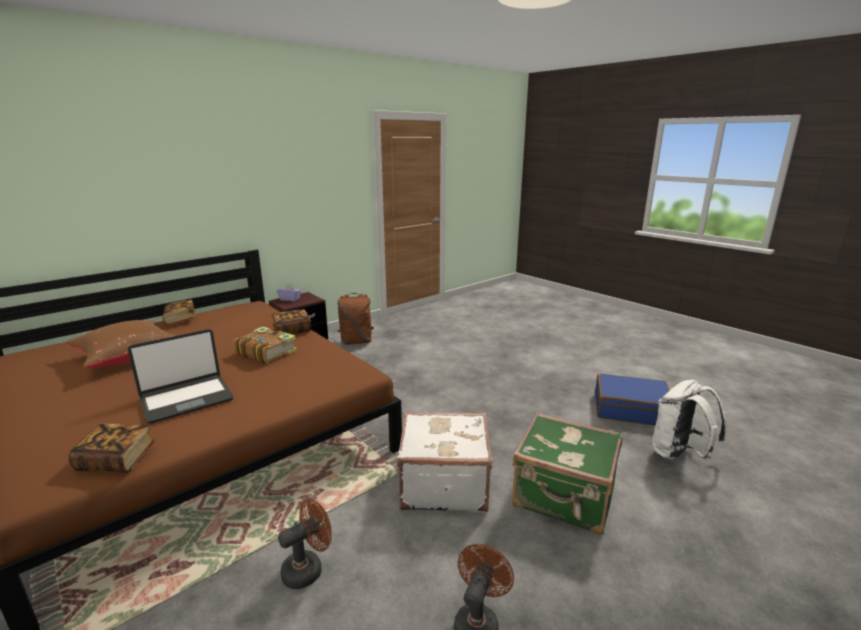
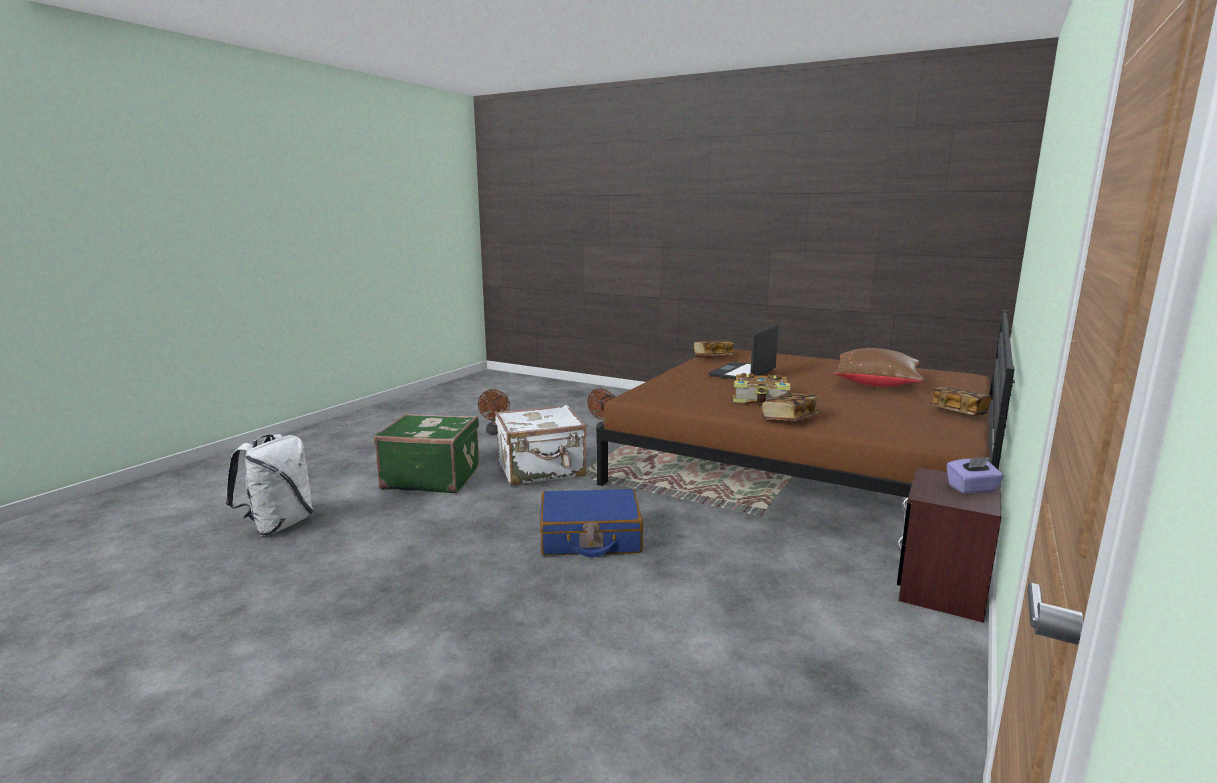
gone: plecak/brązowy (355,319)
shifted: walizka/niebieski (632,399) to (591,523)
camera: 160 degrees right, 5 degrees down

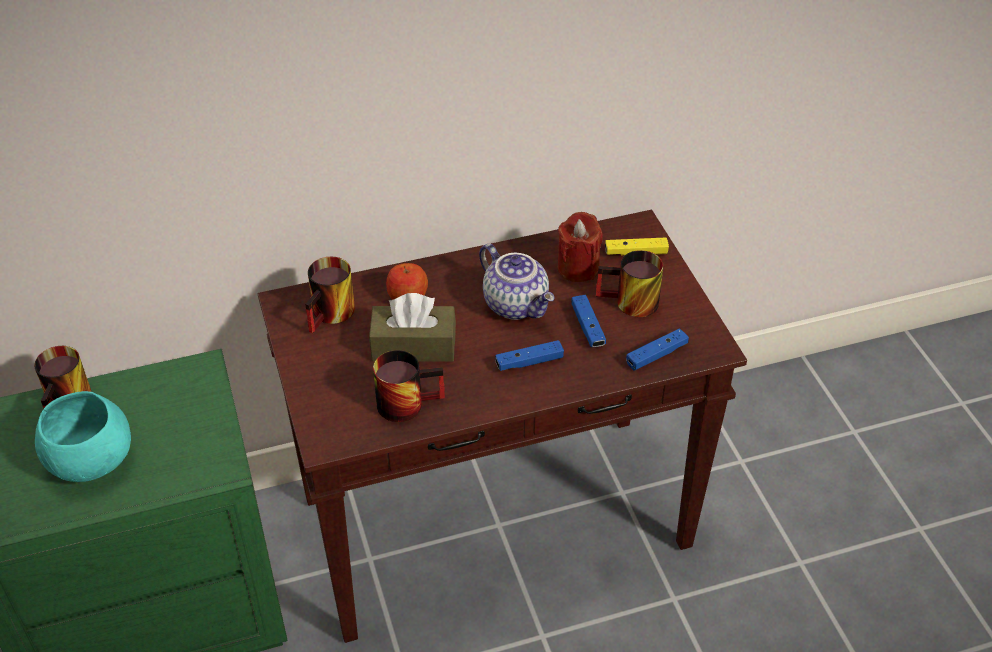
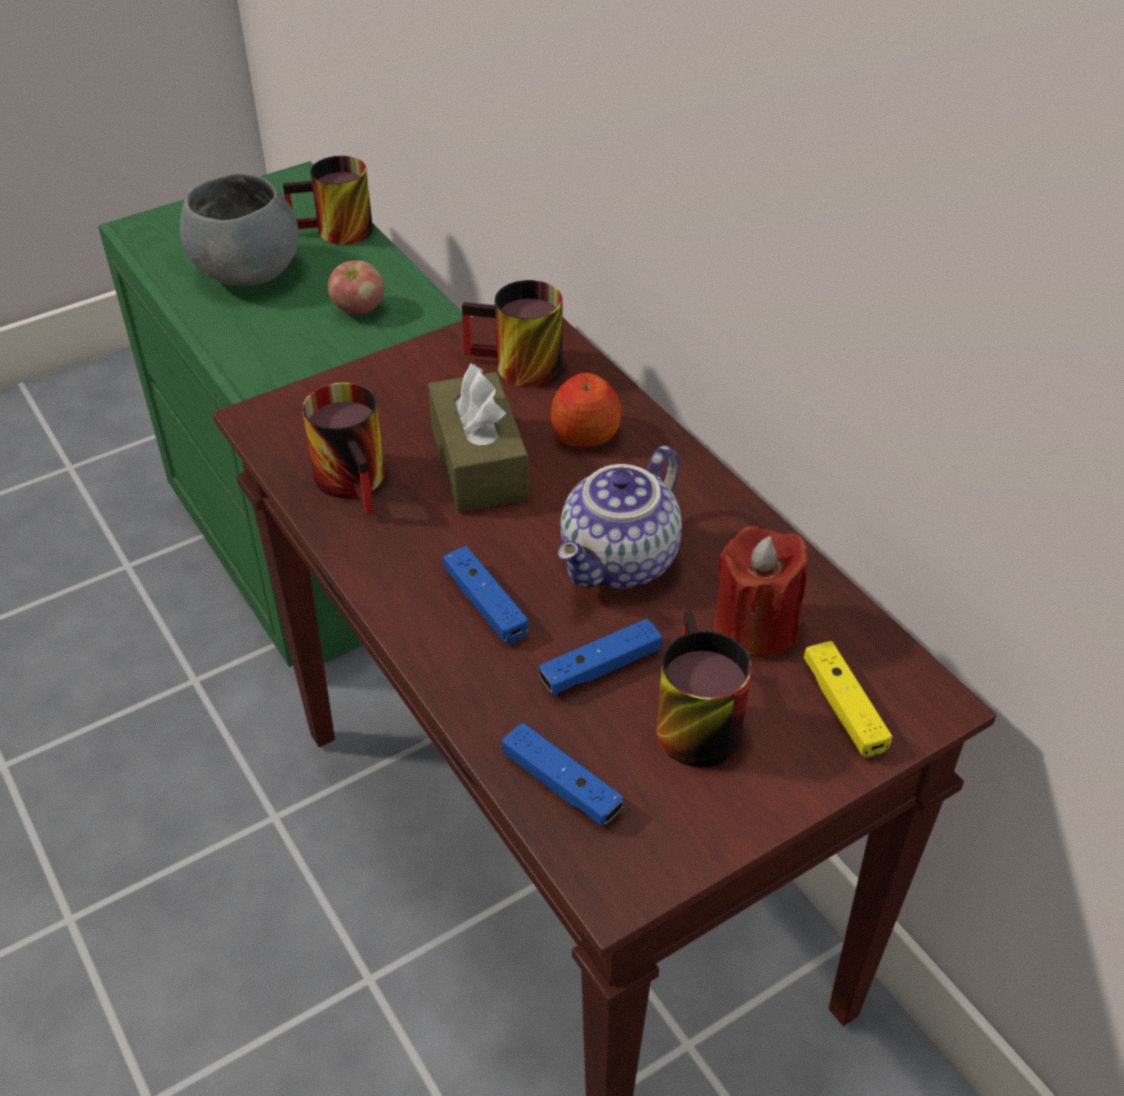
new: jabłko (356,287)
repainted: miska/turkusowy (83,436) to miska/szary (239,229)
camera: 75 degrees right, 0 degrees up

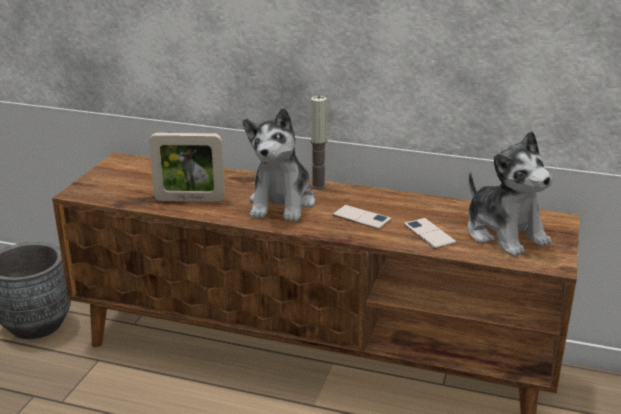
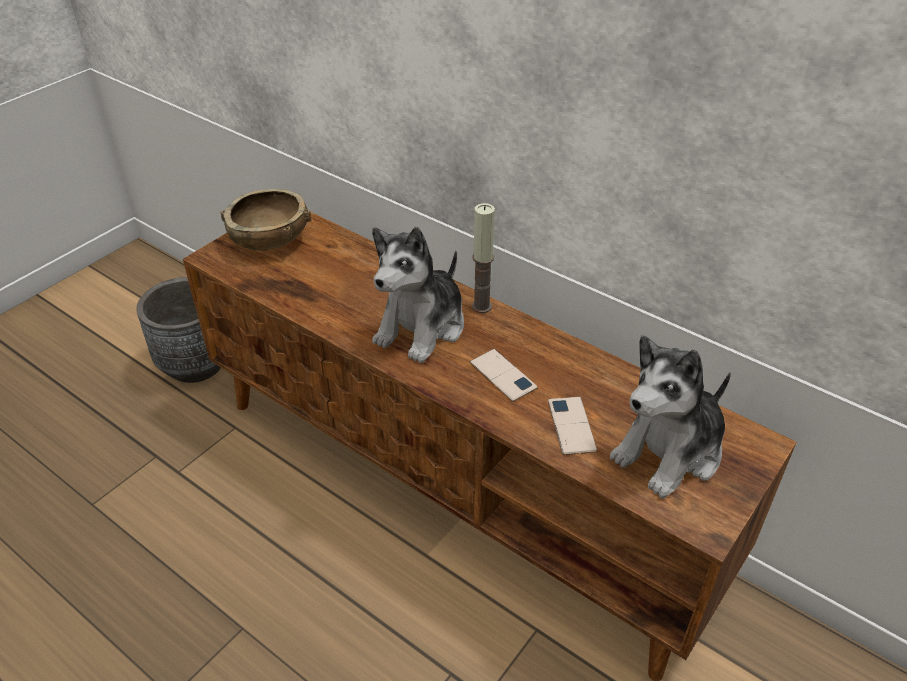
gone: ramka na zdjęcie (187,167)
new: miska/brązowy (265,220)
rotated: pluszak (510,194) = (670,417) 60 degrees clockwise
camera: 20 degrees right, 15 degrees up

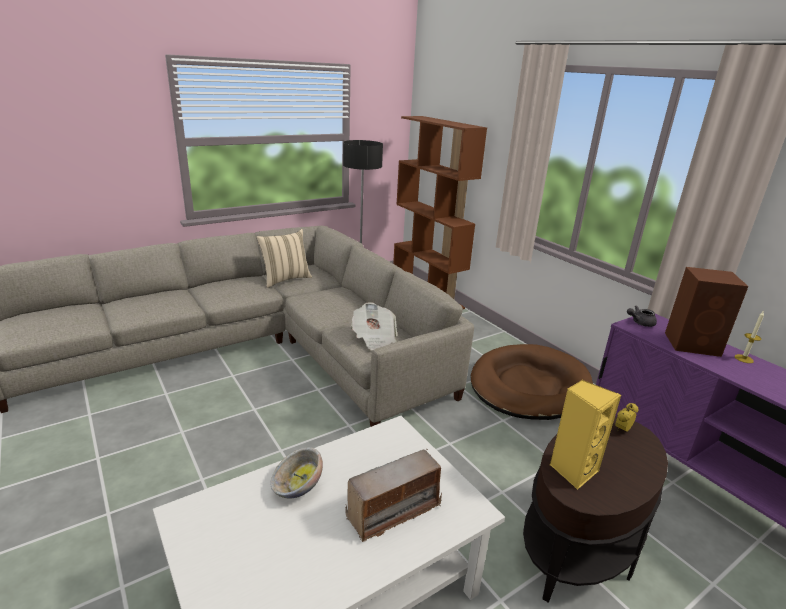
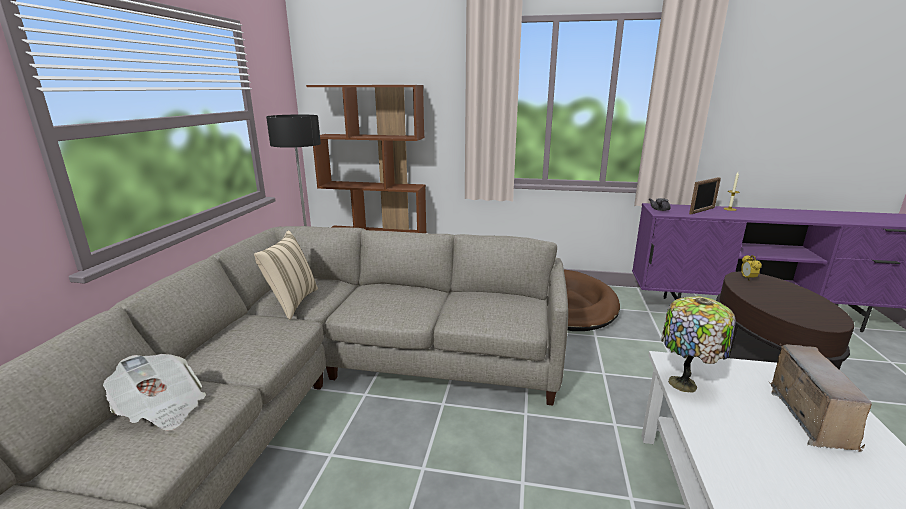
gone: głośnik/żółty (585,434); miska (297,473)
new: lampa stołowa (698,344)
shifted: gazeta (374,326) to (154,392)
swapped: głośnik/brązowy (706,312) to ramka na zdjęcie (705,195)
camera: 45 degrees left, 5 degrees down

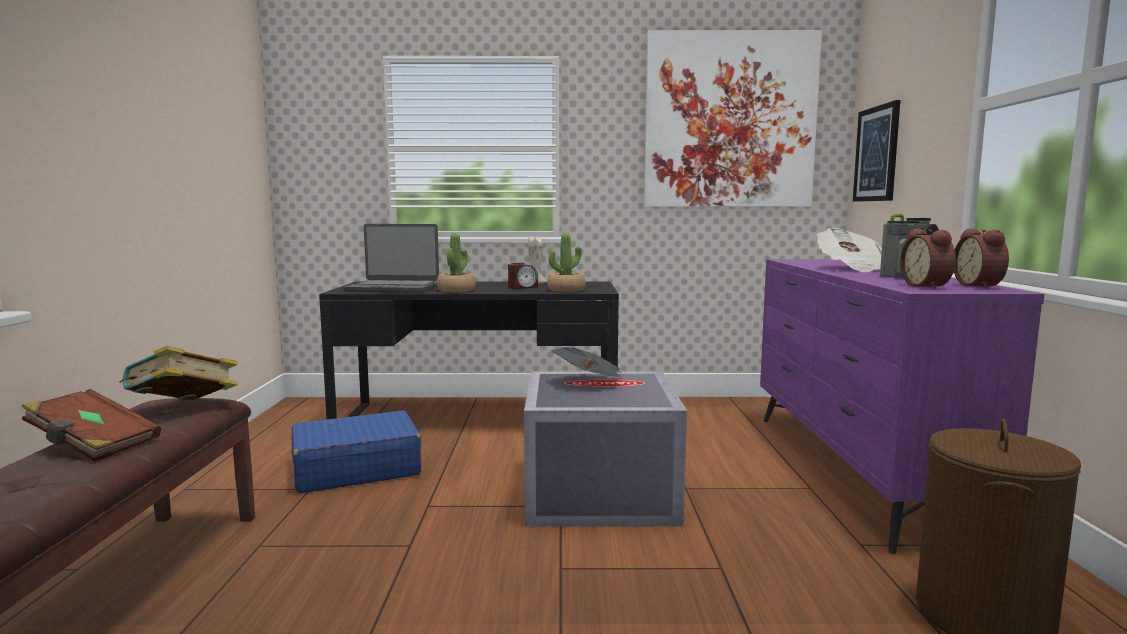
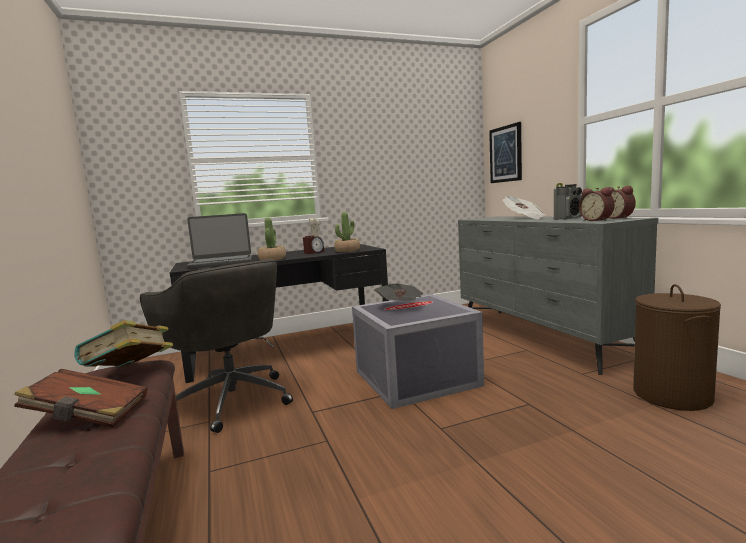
gone: obraz (733,118)
swapped: walizka/niebieski (356,451) to krzesło biurowe/szary (216,346)
repainted: komoda/fioletowy (902,406) to komoda/szary (558,295)
camera: 20 degrees left, 0 degrees up

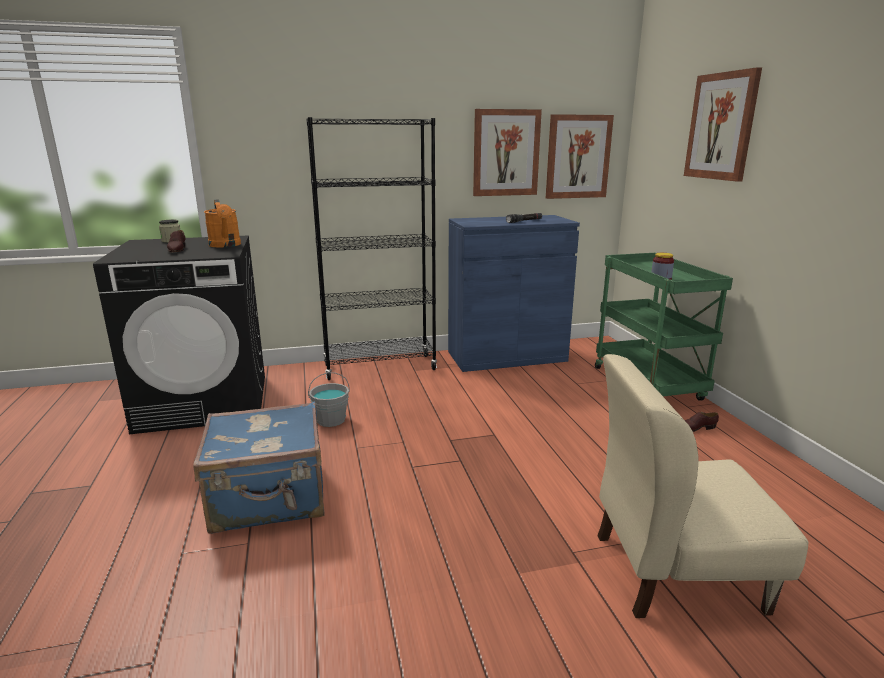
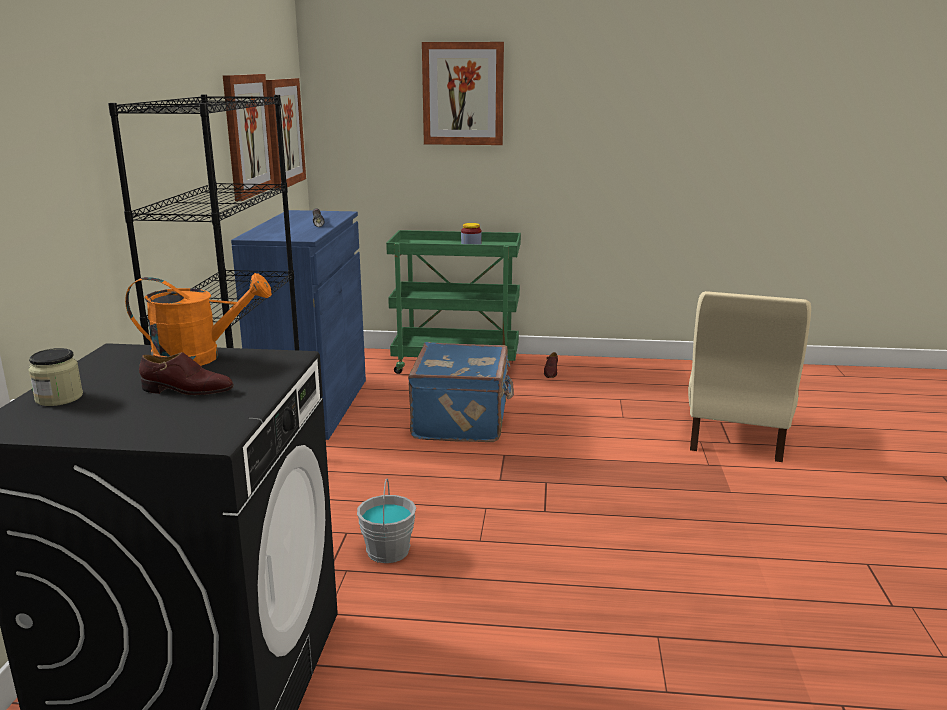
shifted: walizka/niebieski (258,468) to (461,392)
camera: 70 degrees left, 0 degrees up

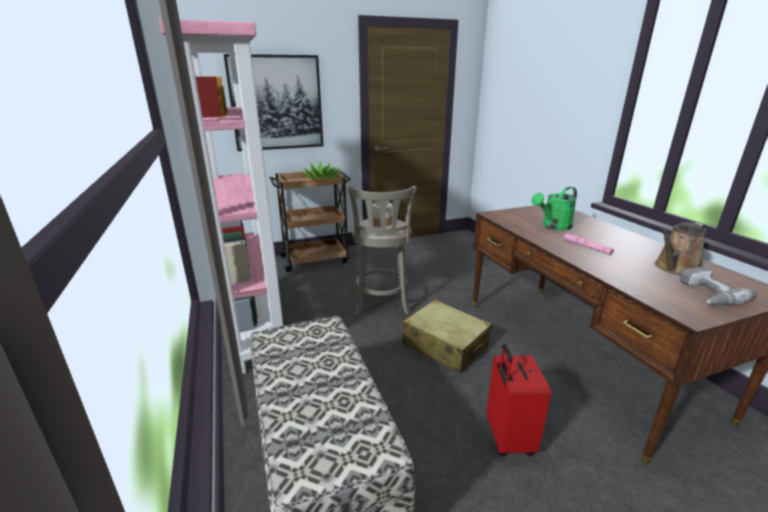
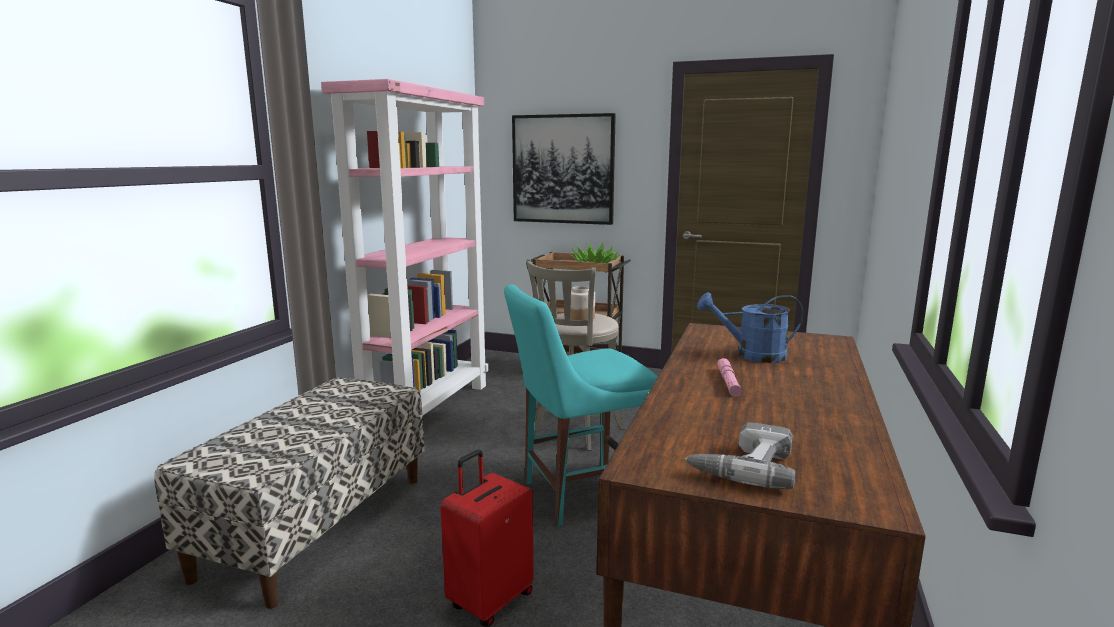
gone: konewka/brązowy (680,248)
swapped: walizka/beżowy (447,336) to krzesło/turkusowy (581,406)
repainted: konewka/zielony (554,208) to konewka/niebieski (750,327)
camera: 40 degrees right, 10 degrees down

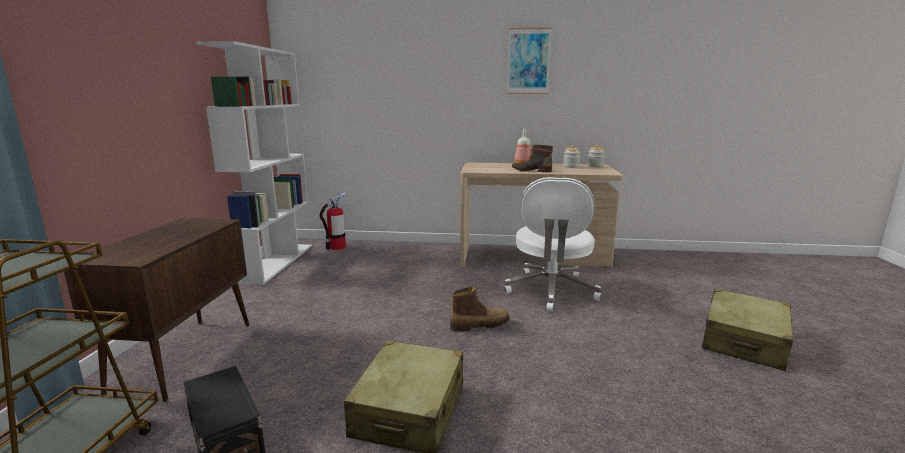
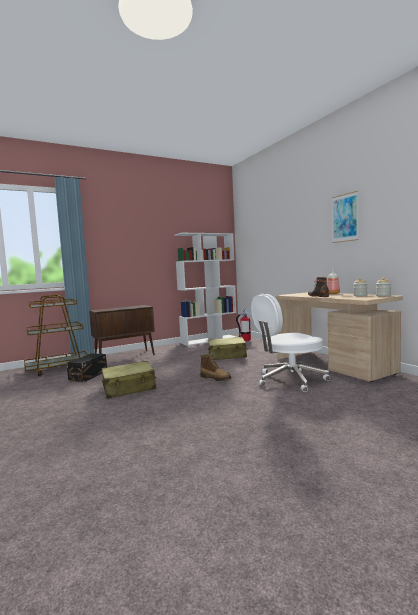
shifted: walizka/beżowy (748,330) to (228,348)
camera: 55 degrees right, 10 degrees down

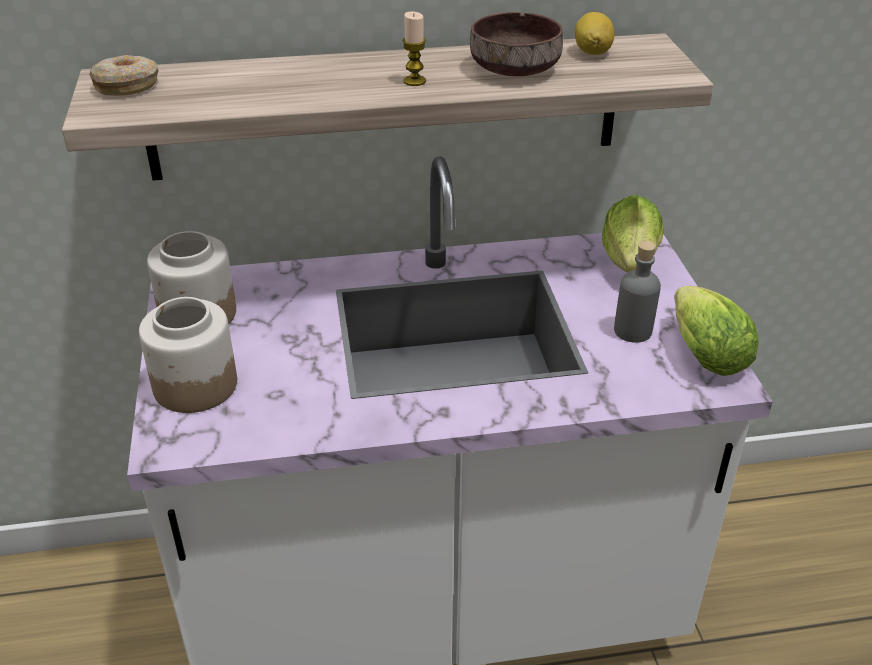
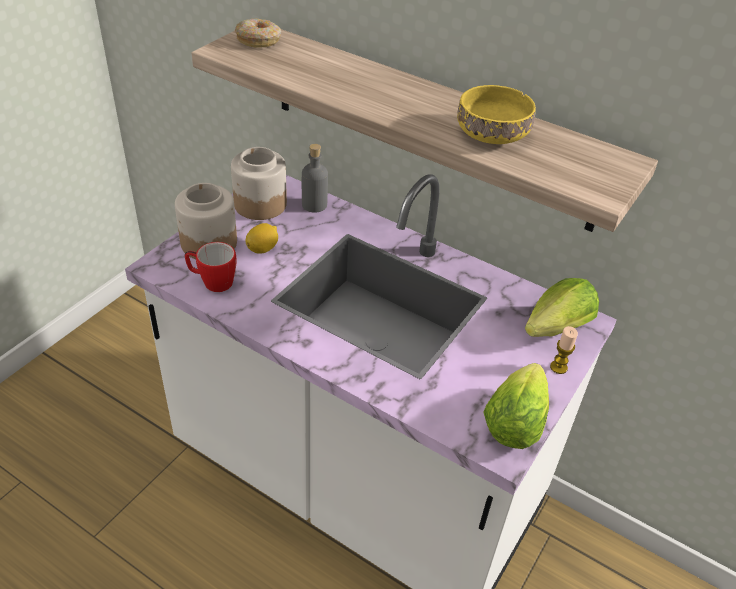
new: kubek (211,267)
shifted: świeca (414,49) to (564,350); cytryna (594,33) to (262,238); butelka/szary (637,292) to (315,178)
repainted: miska/brązowy (516,44) to miska/żółty (496,114)
camera: 40 degrees right, 5 degrees up

